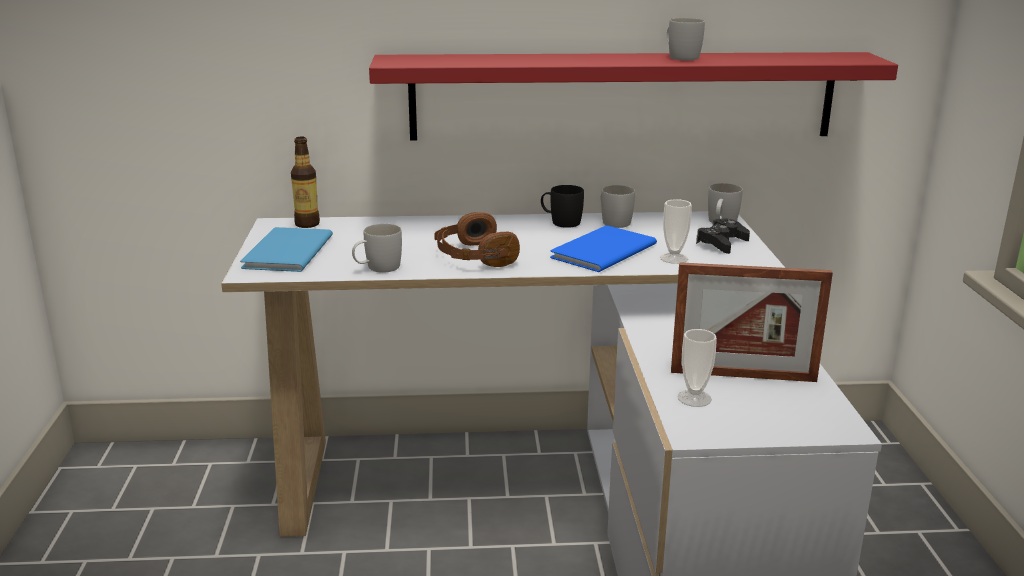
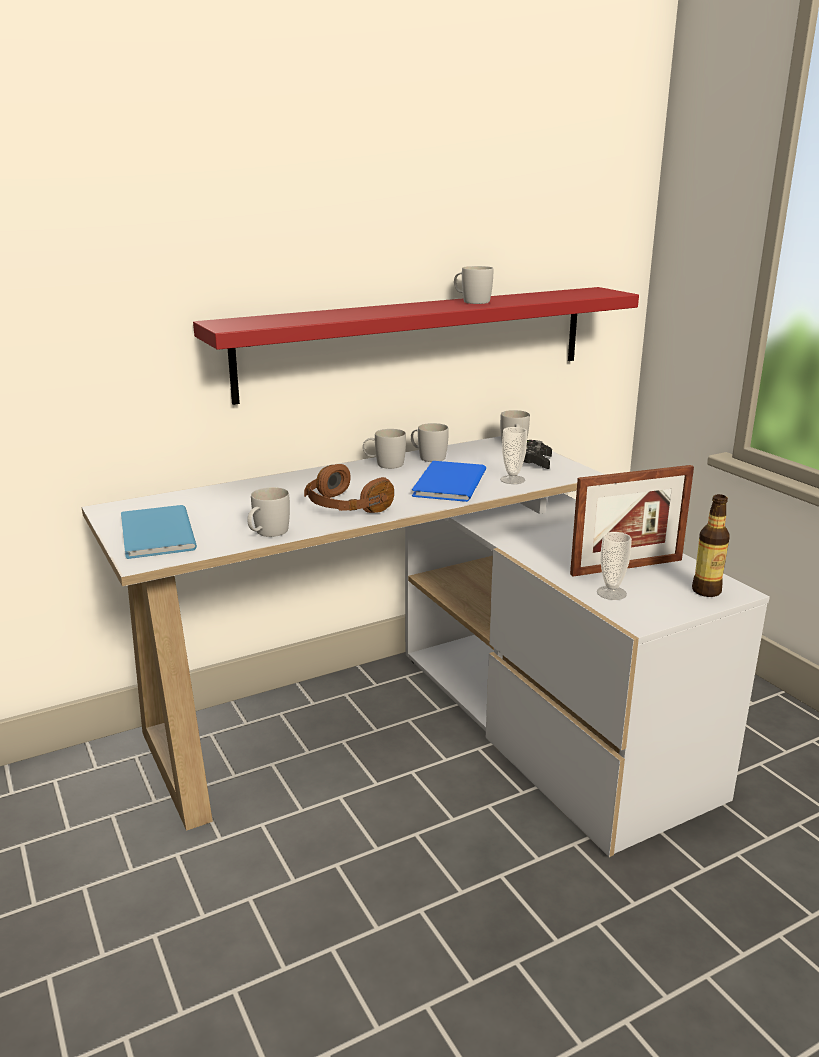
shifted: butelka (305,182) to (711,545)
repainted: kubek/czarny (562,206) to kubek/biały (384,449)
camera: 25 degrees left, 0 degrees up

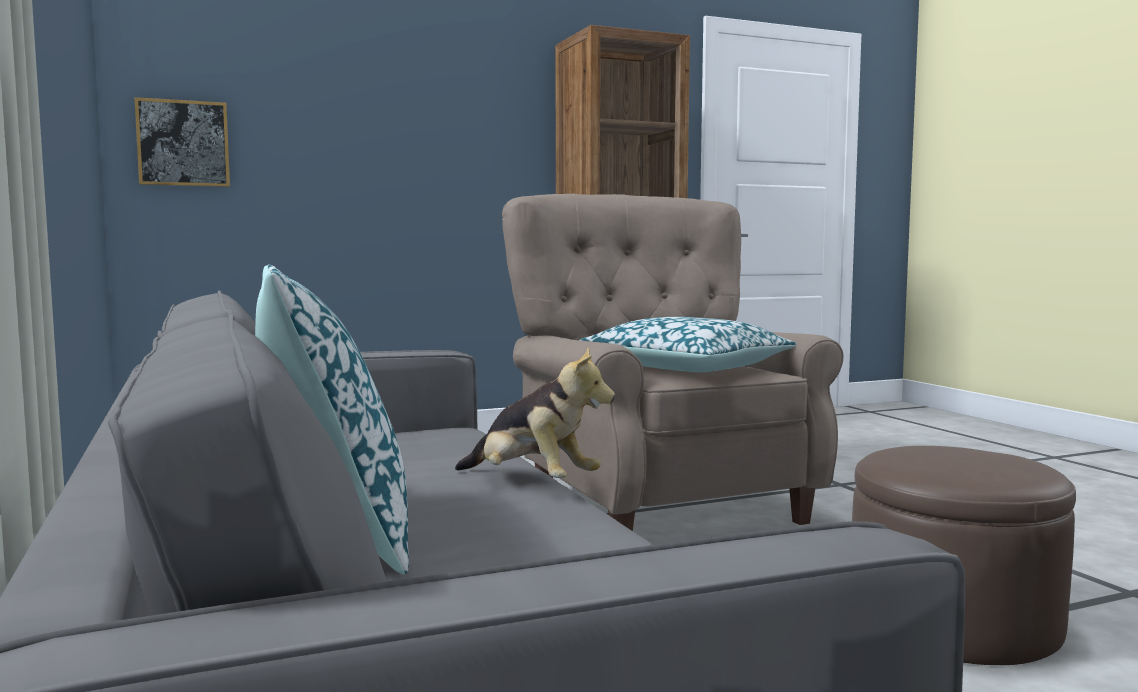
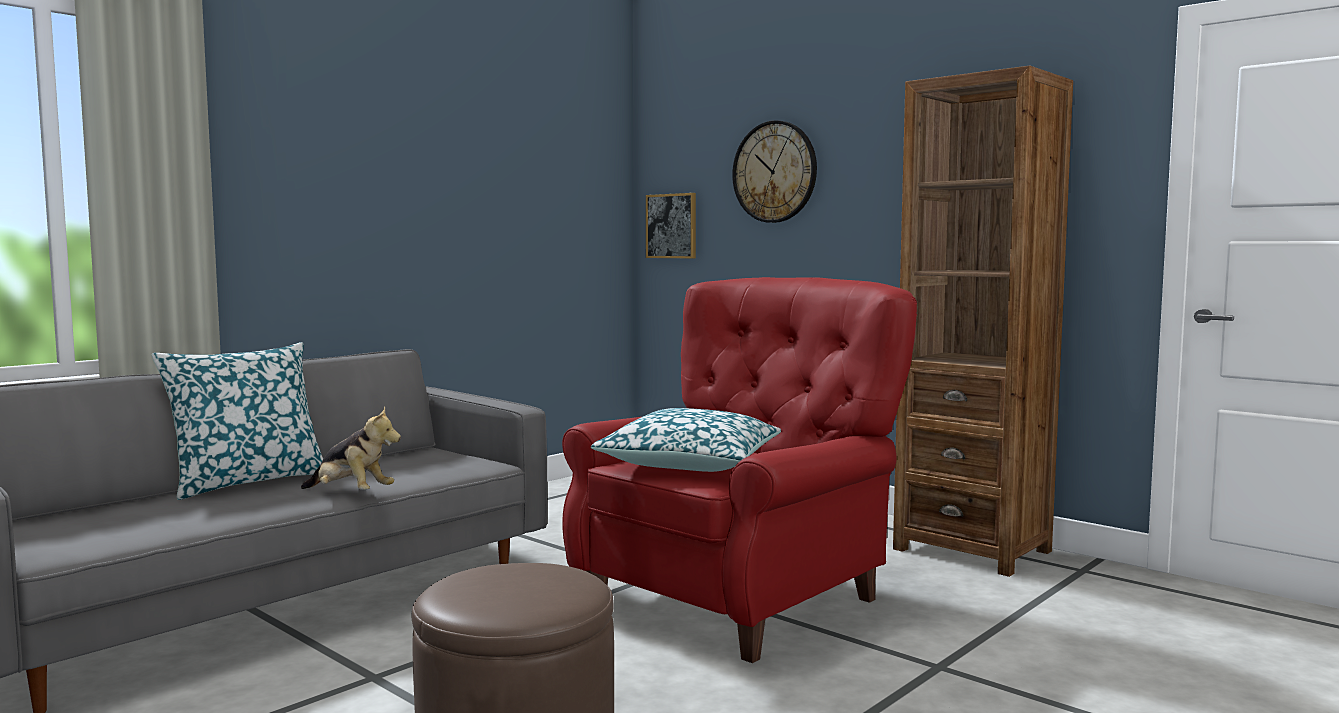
new: zegar ścienny (774,171)
repainted: fotel/beżowy (672,362) to fotel/czerwony (739,470)
rotated: pluszak (535,412) = (351,448) 75 degrees counterclockwise
camera: 65 degrees right, 0 degrees up

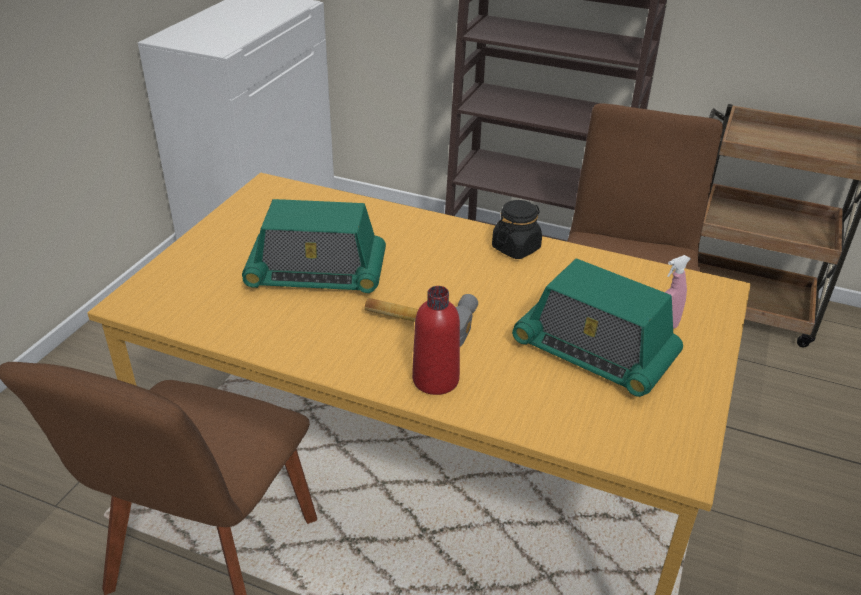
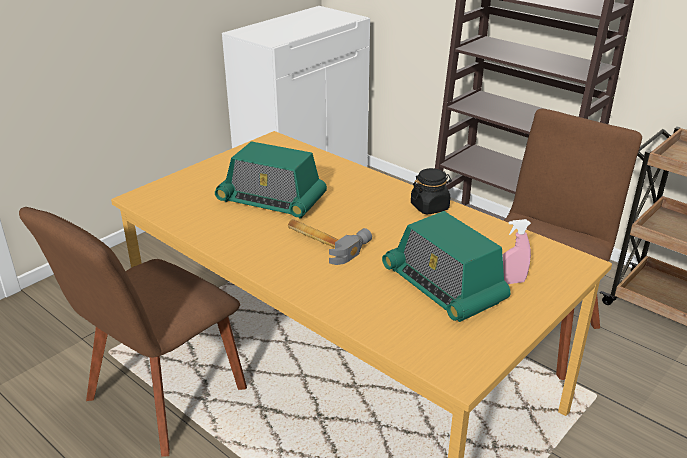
gone: butelka/czerwony (436,340)
camera: 20 degrees right, 5 degrees down

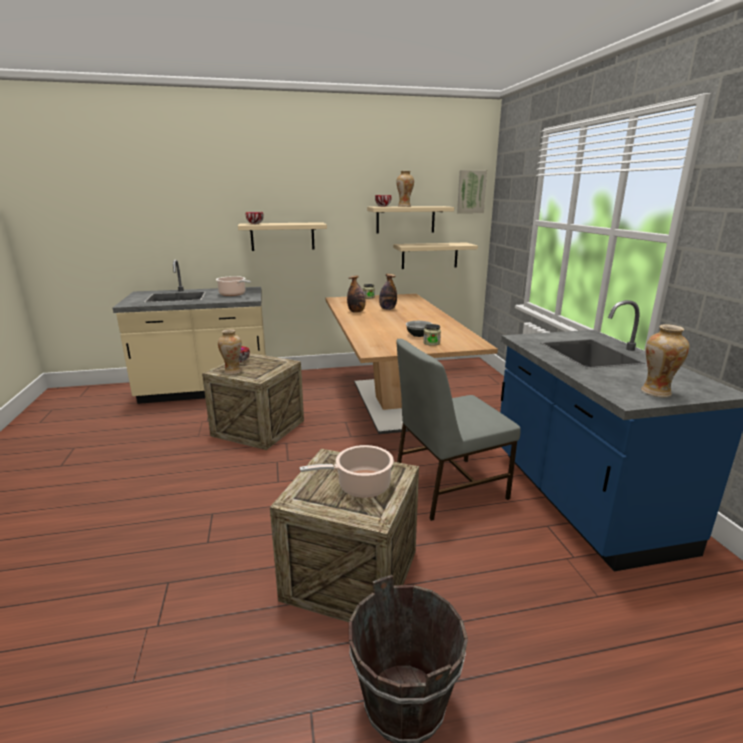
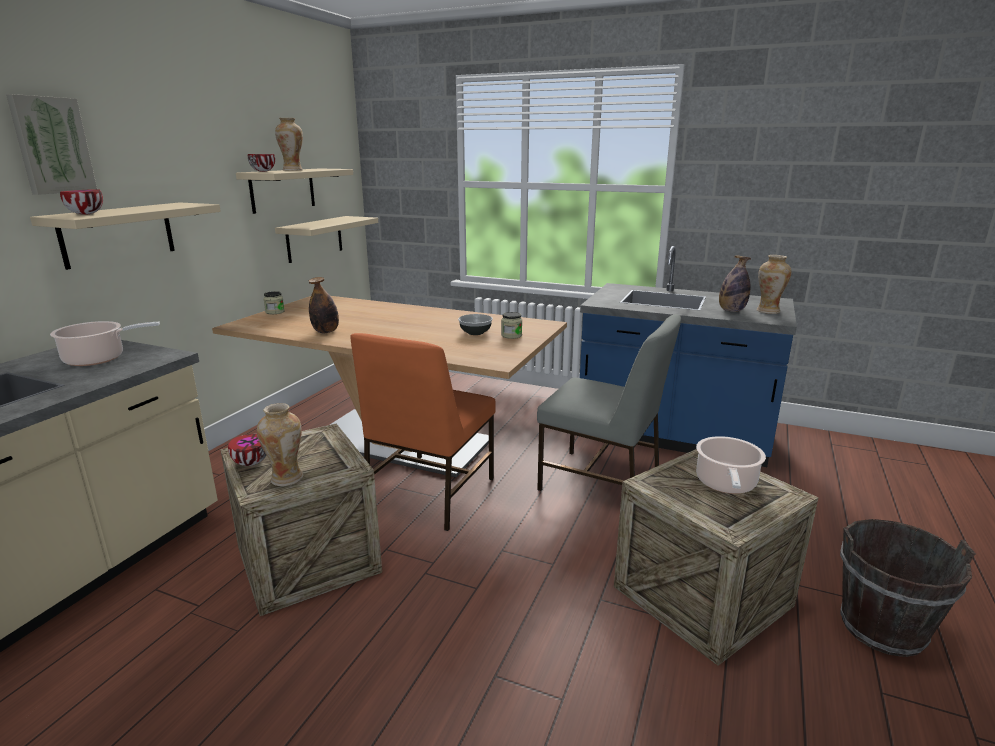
new: krzesło/pomarańczowy (423,432)
shifted: obraz (472,192) to (51,144); butelka (388,292) to (735,283)
rotated: krzesło/szary (458,430) = (609,402) 75 degrees counterclockwise
camera: 55 degrees left, 0 degrees up

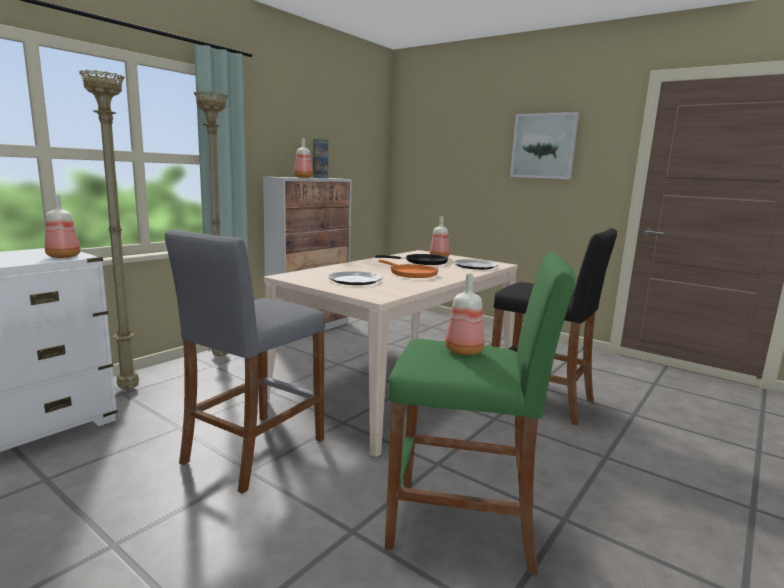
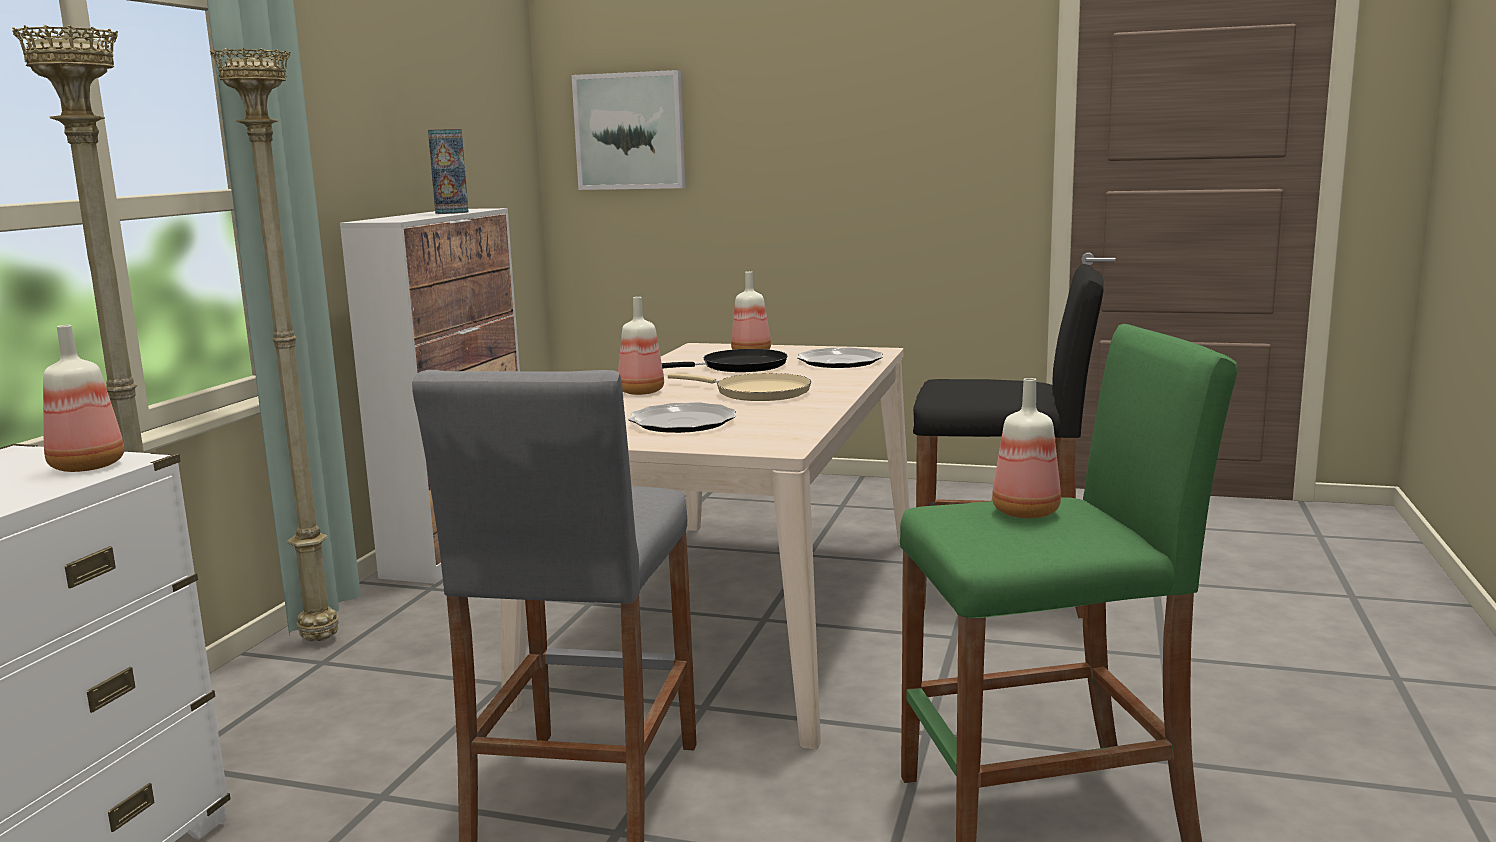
shifted: obraz (544,145) to (628,130); butelka (303,158) to (641,346)
repainted: patelnia/pomarańczowy (408,269) to patelnia/beżowy (739,387)
camera: 20 degrees left, 0 degrees up

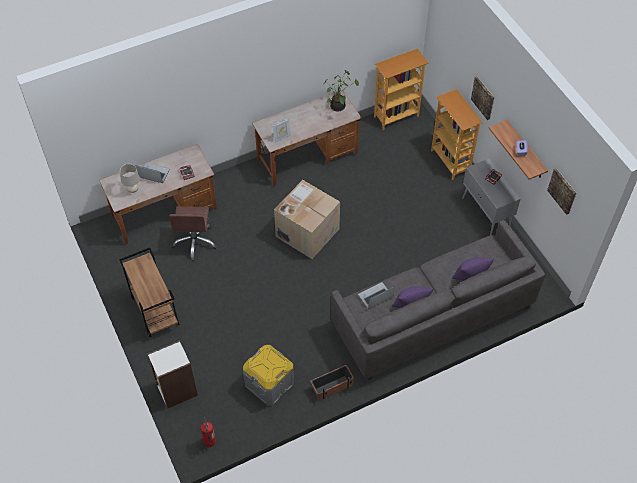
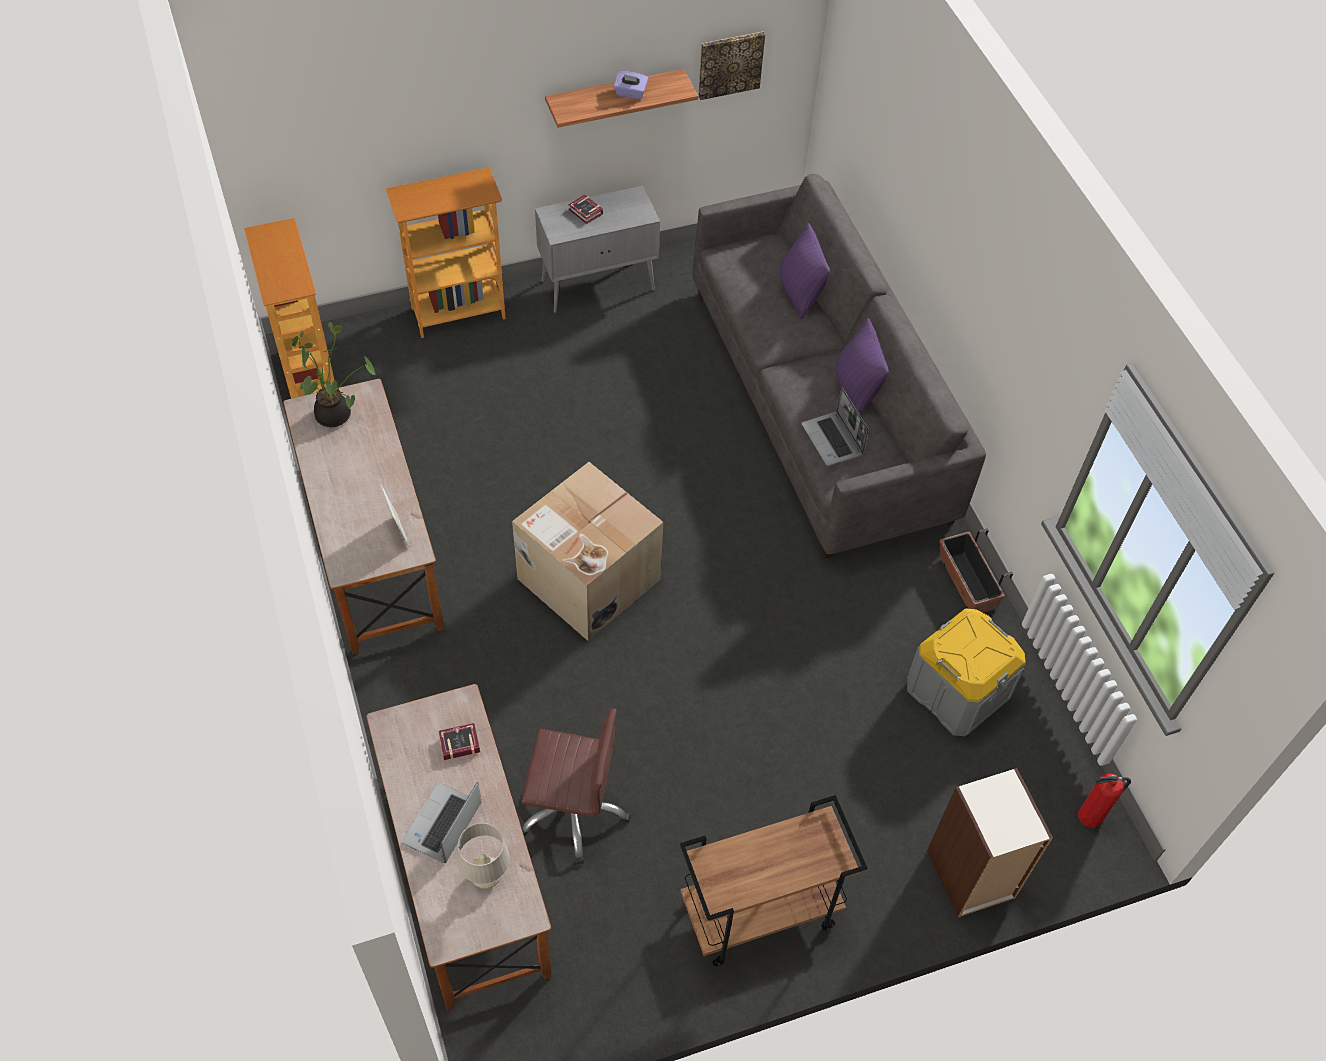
gone: obraz (483,98)
camera: 85 degrees left, 0 degrees up

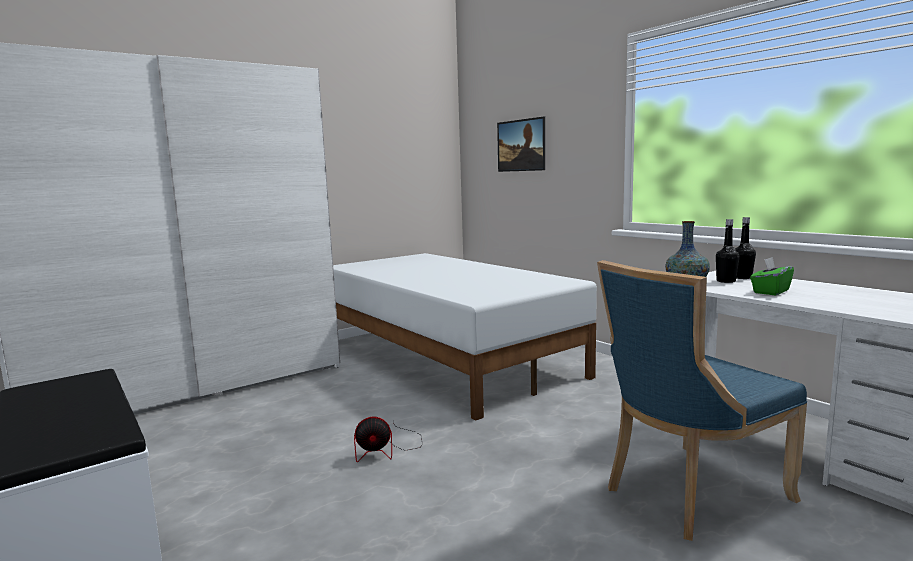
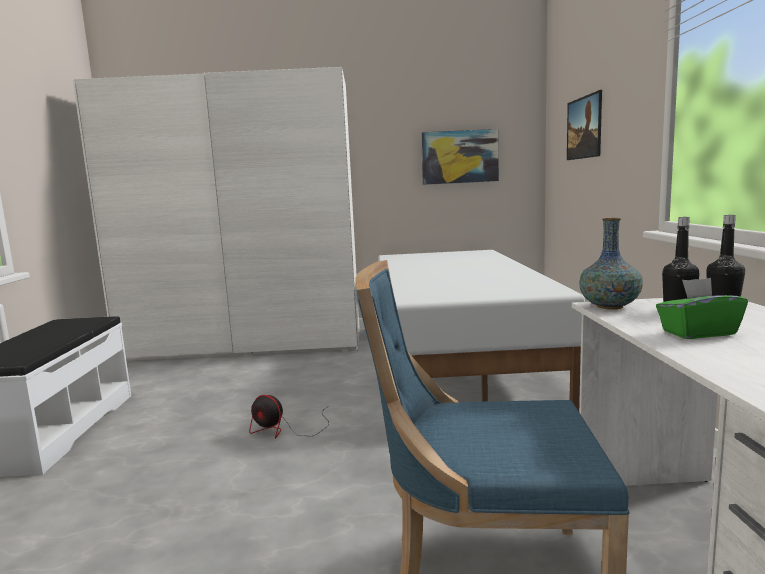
new: obraz (460,157)
camera: 35 degrees right, 0 degrees up

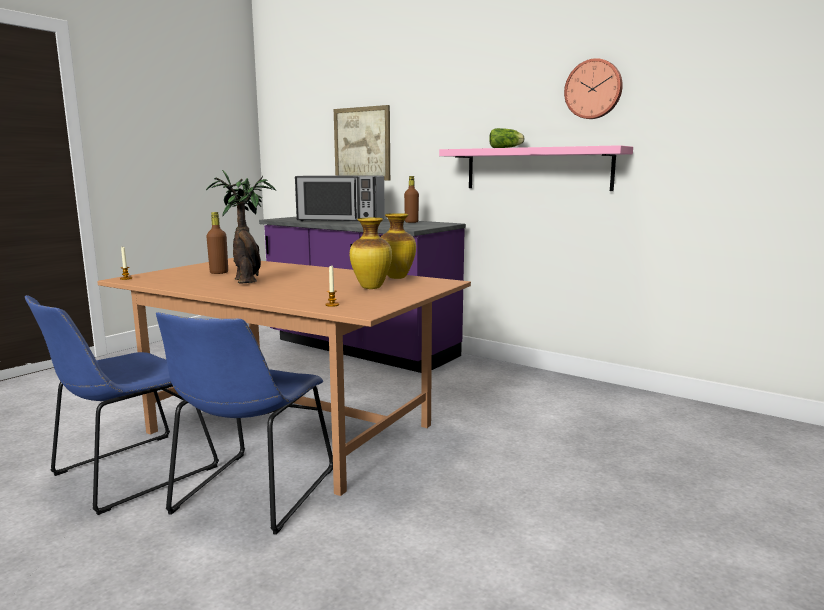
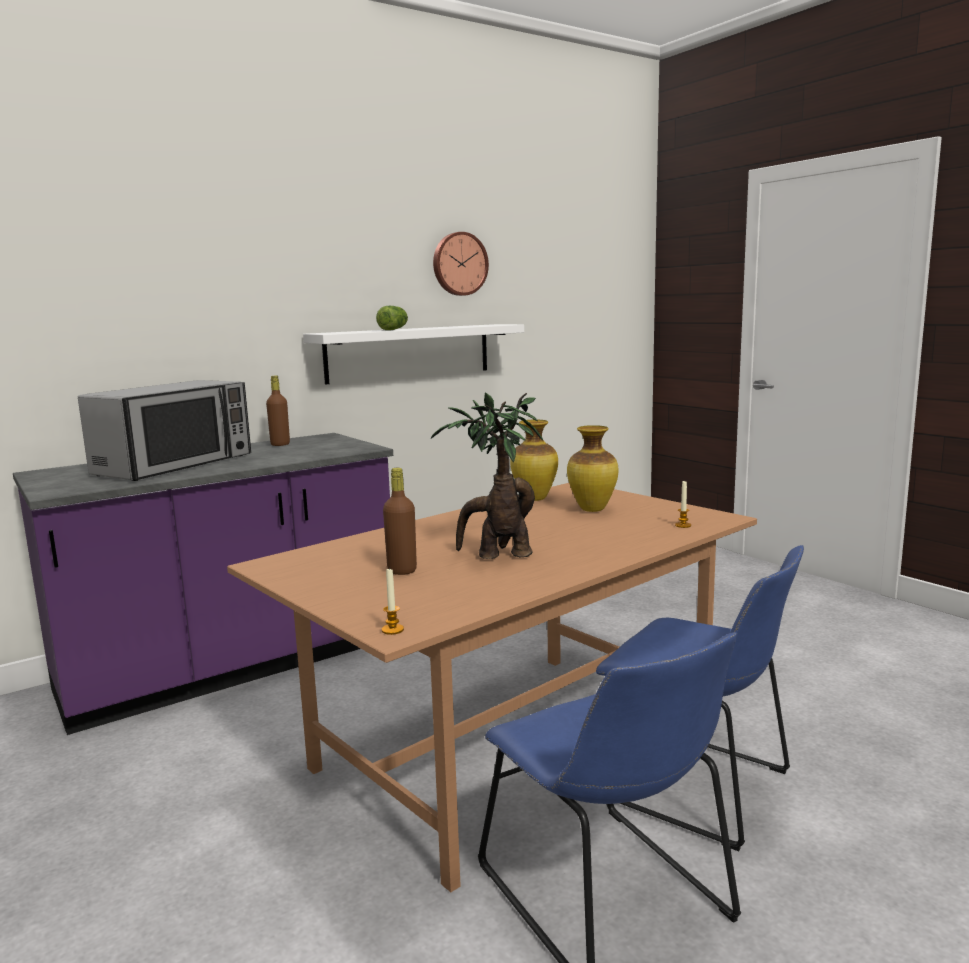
gone: obraz (362,142)
repainted: półka/różowy (536,168) to półka/biały (413,354)
camera: 70 degrees left, 0 degrees up

